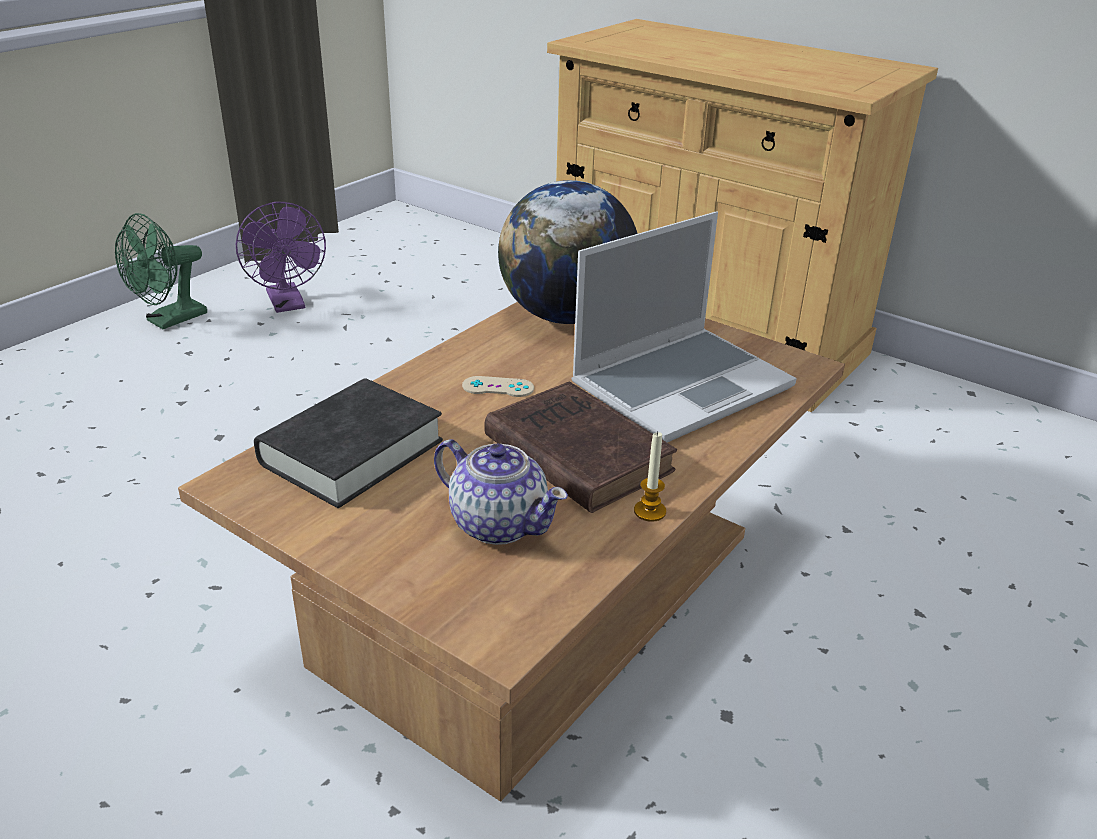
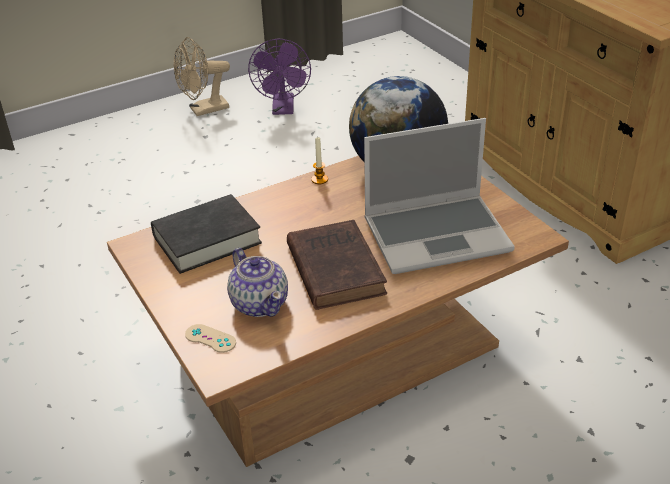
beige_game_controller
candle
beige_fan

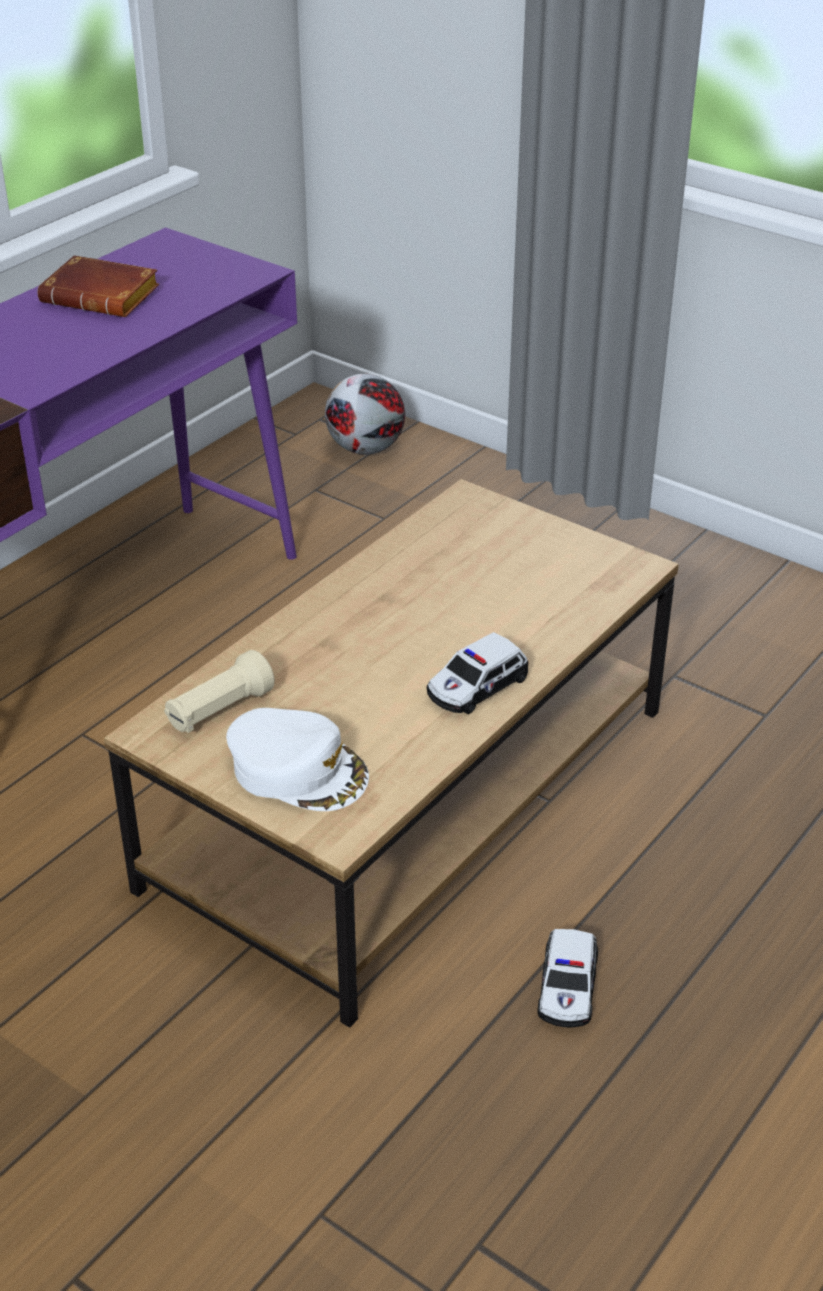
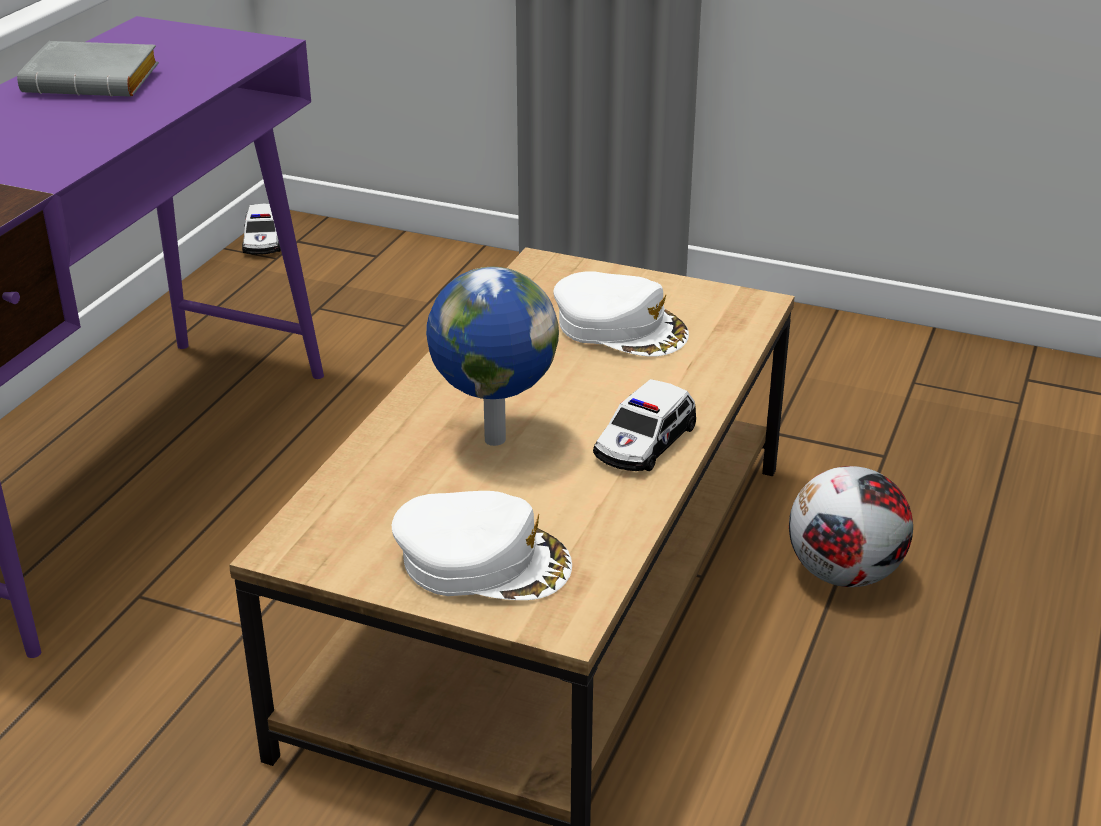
beige_flashlight
globe
white_cap (no. 2 from left)
football
toy_car (no. 1 from left)
grey_book

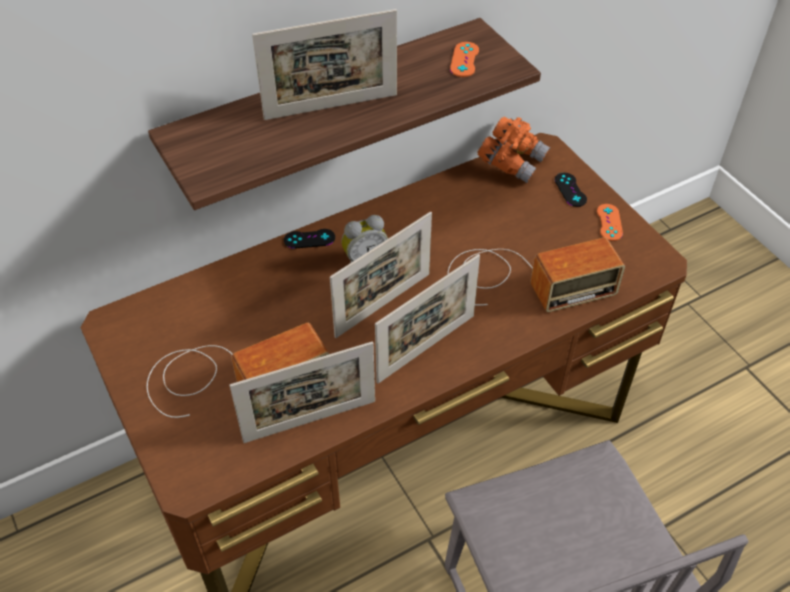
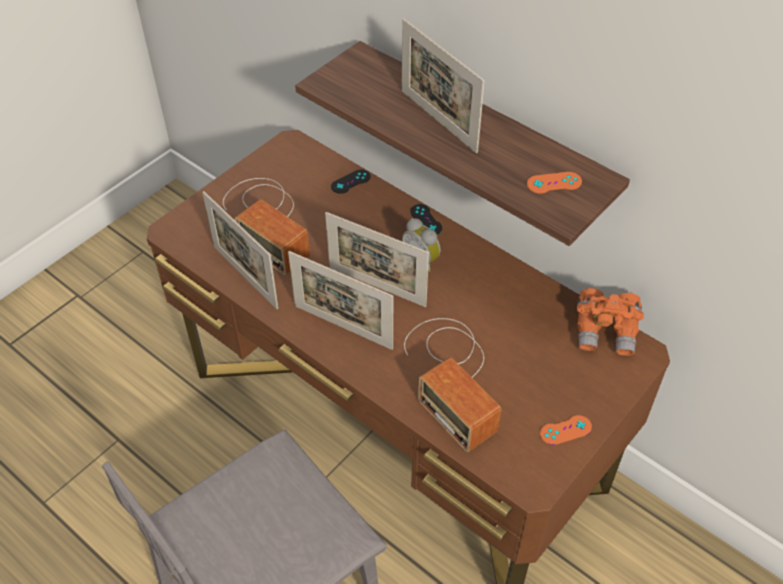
black_game_controller (no. 1 from left)

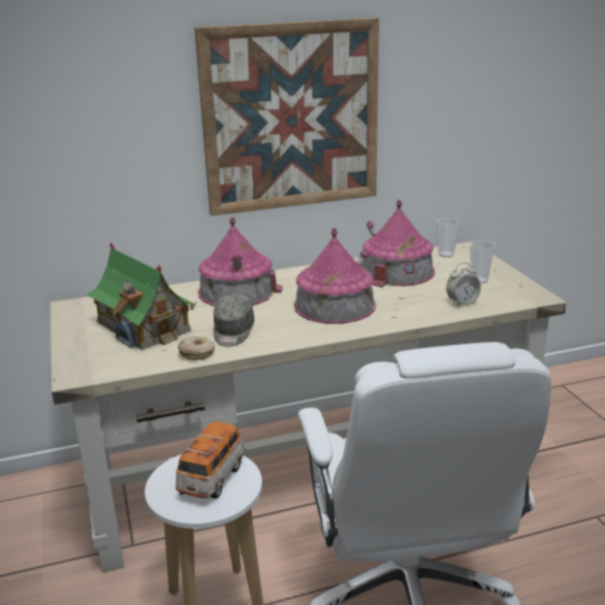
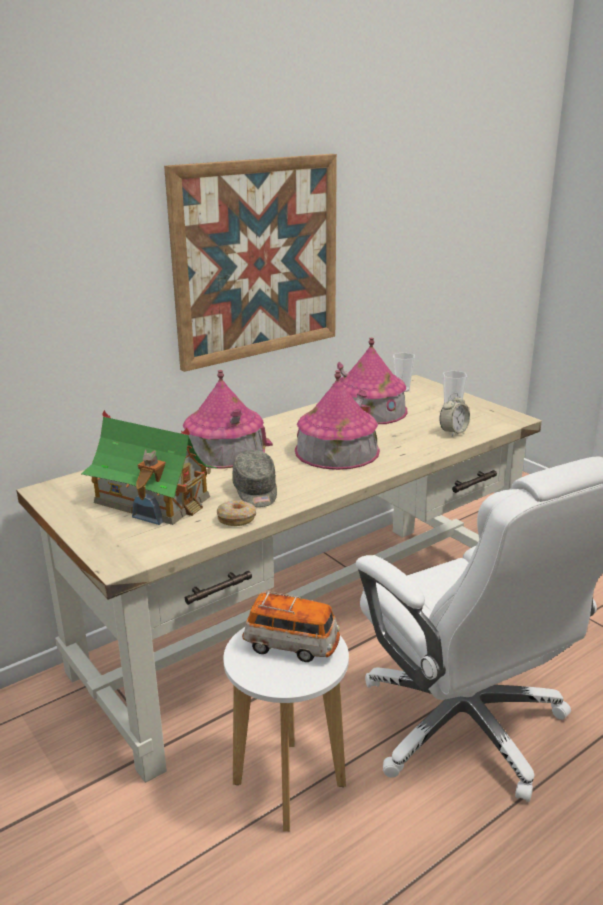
toy_car

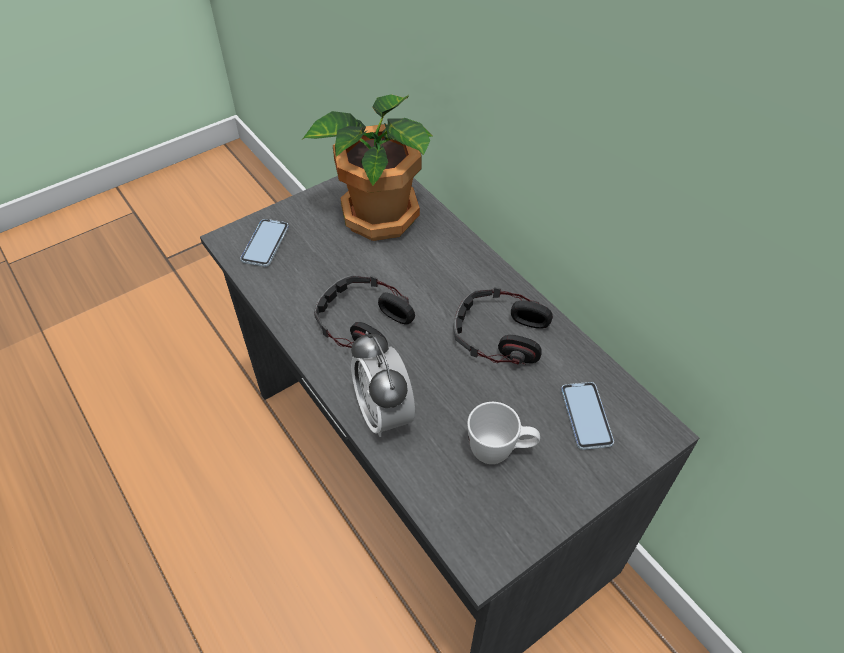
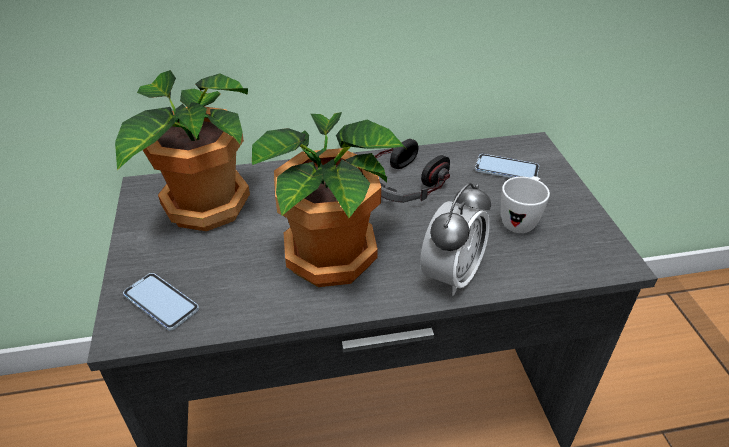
potted_plant (no. 2 from left)
alarm_clock

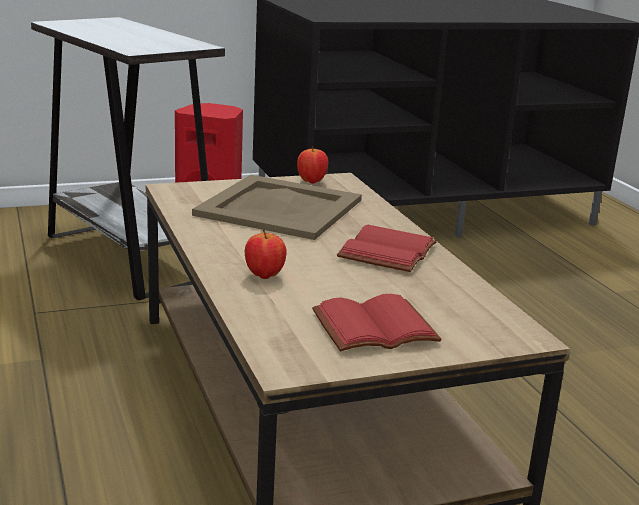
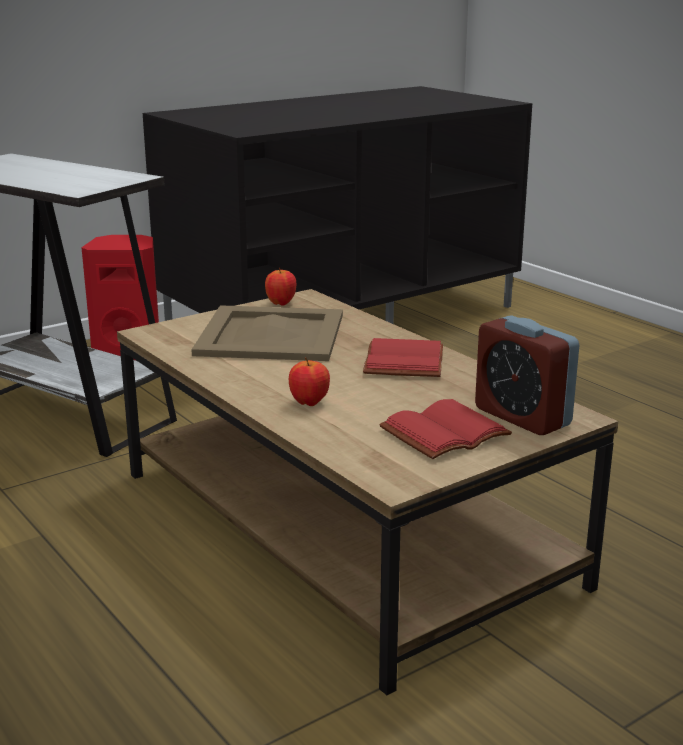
alarm_clock

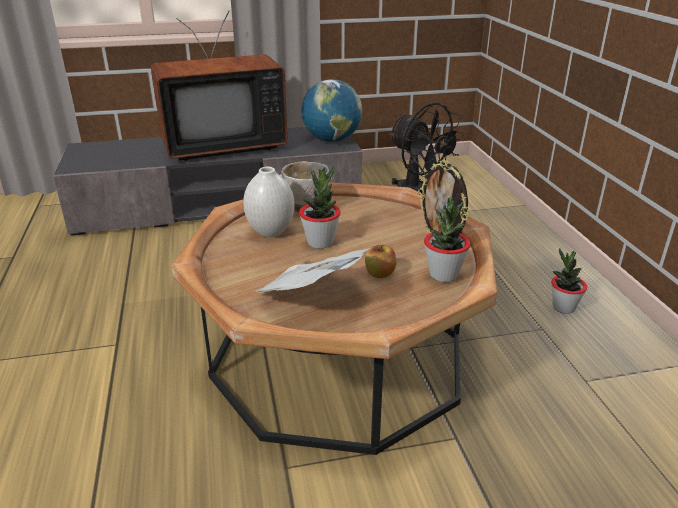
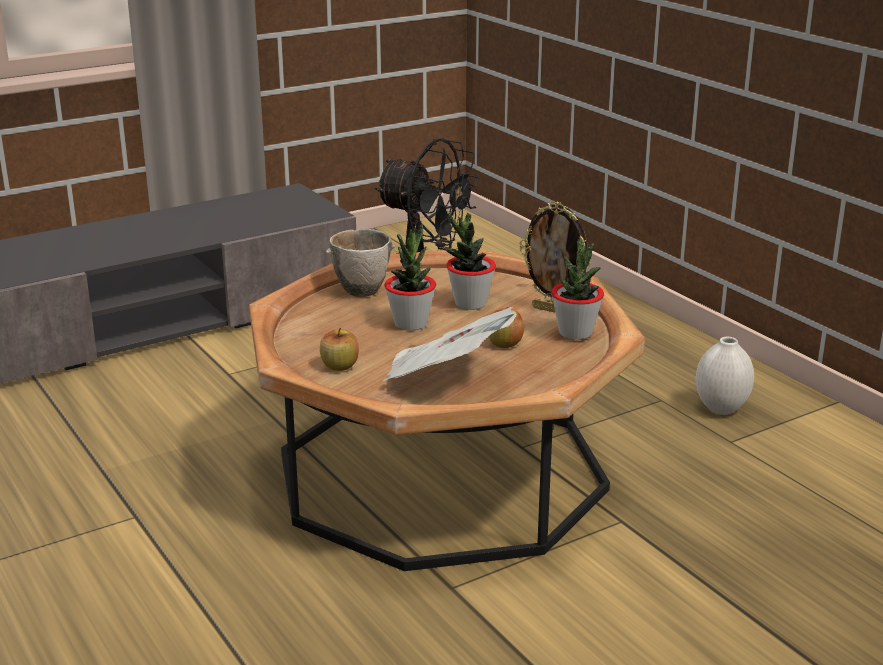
television
globe
apple (no. 1 from left)
white_vase
potted_plant (no. 2 from left)

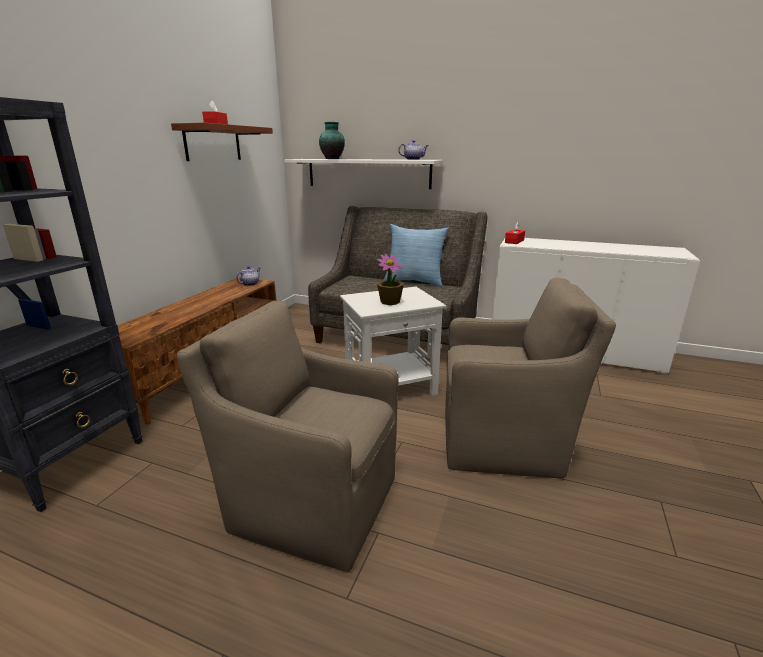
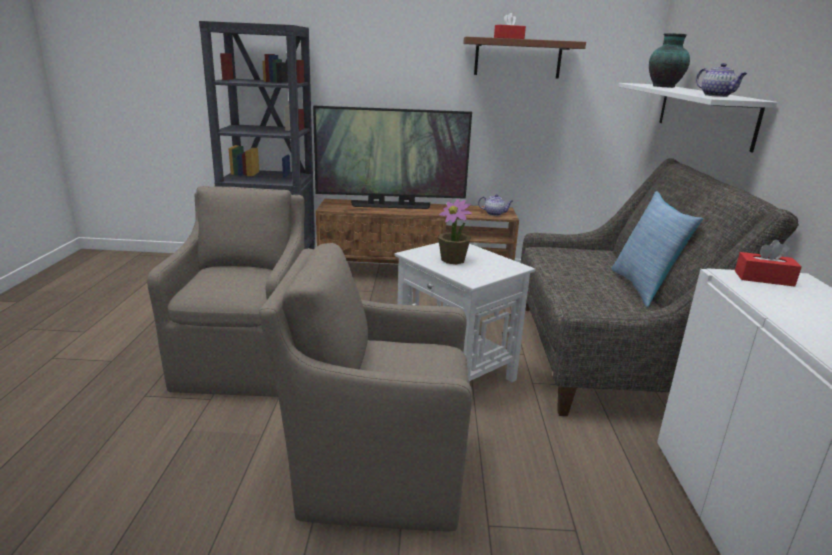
television
brown_armchair (no. 2 from left)

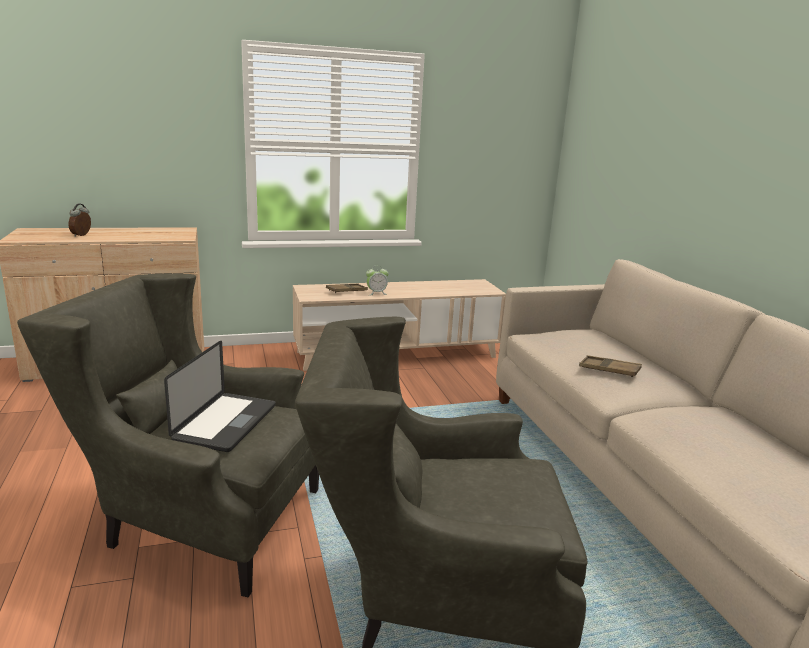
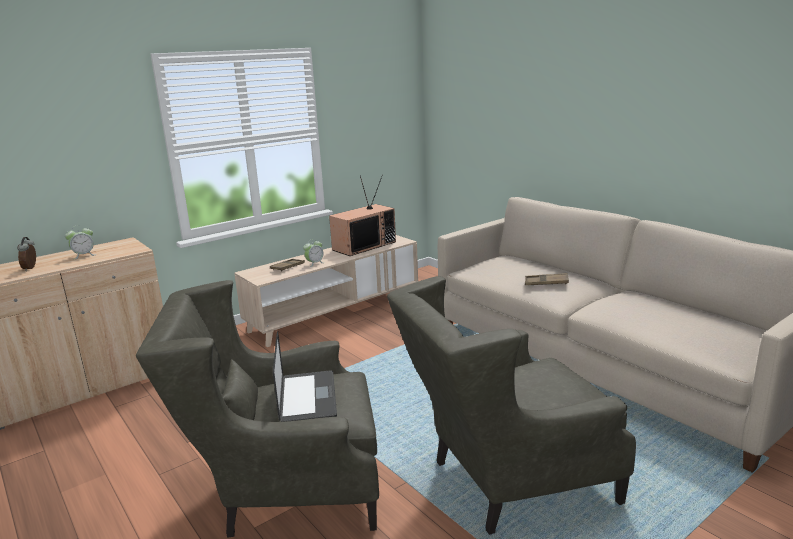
alarm_clock (no. 2 from left)
television

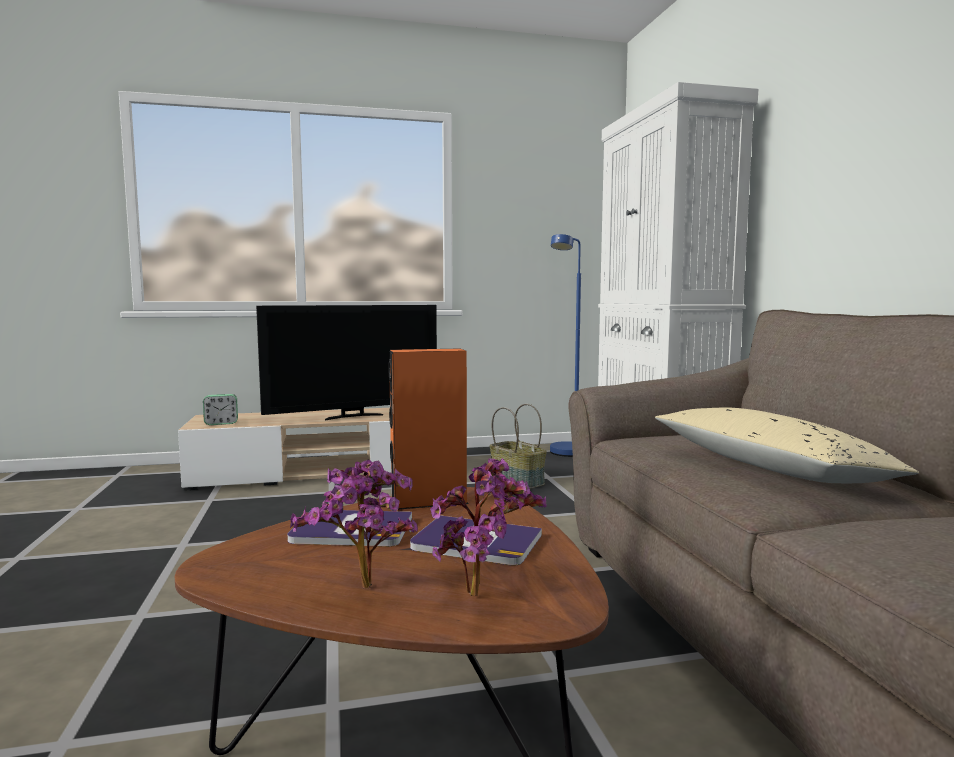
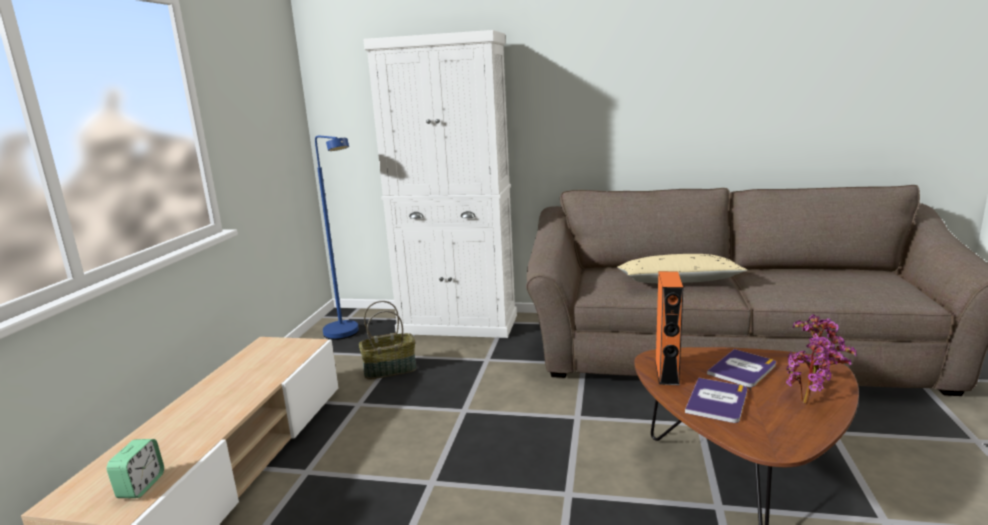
television

